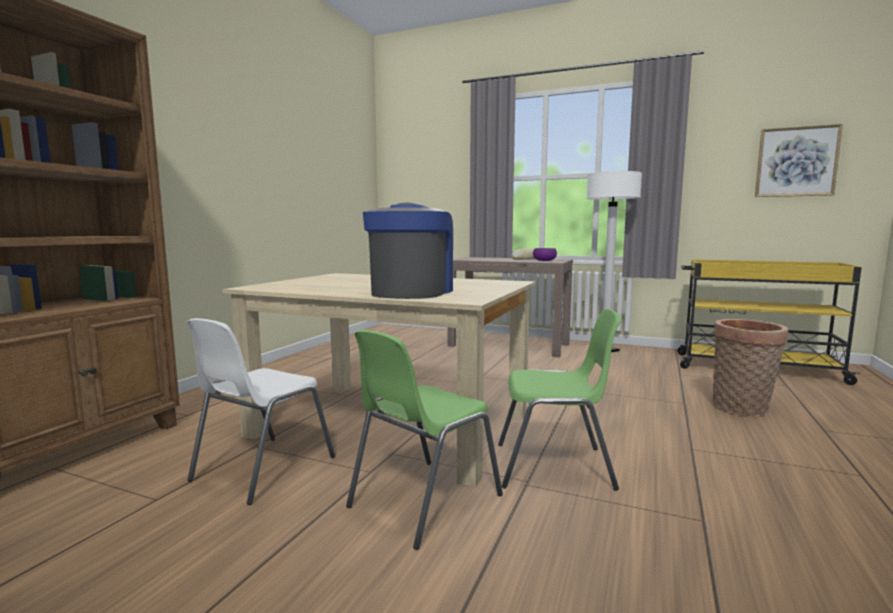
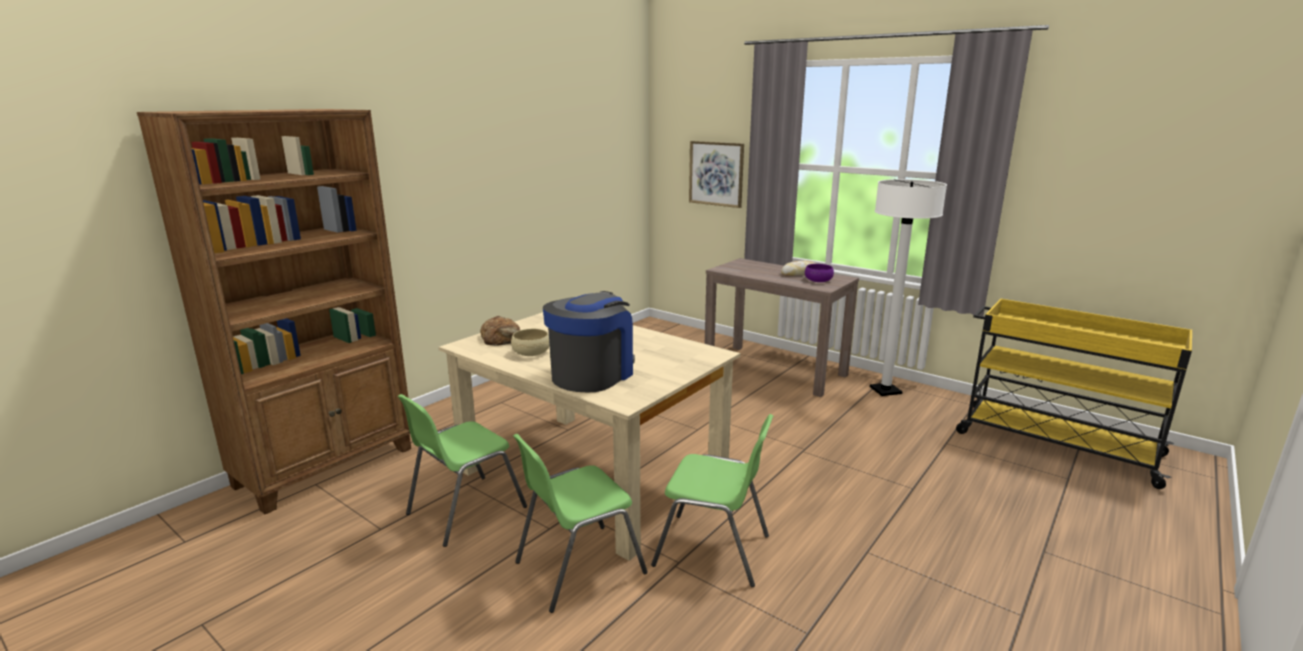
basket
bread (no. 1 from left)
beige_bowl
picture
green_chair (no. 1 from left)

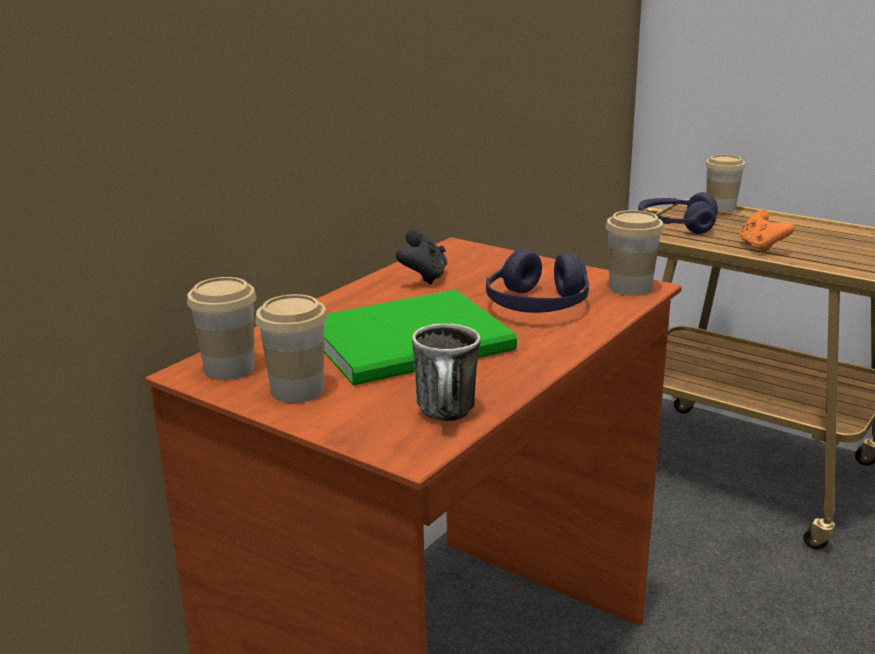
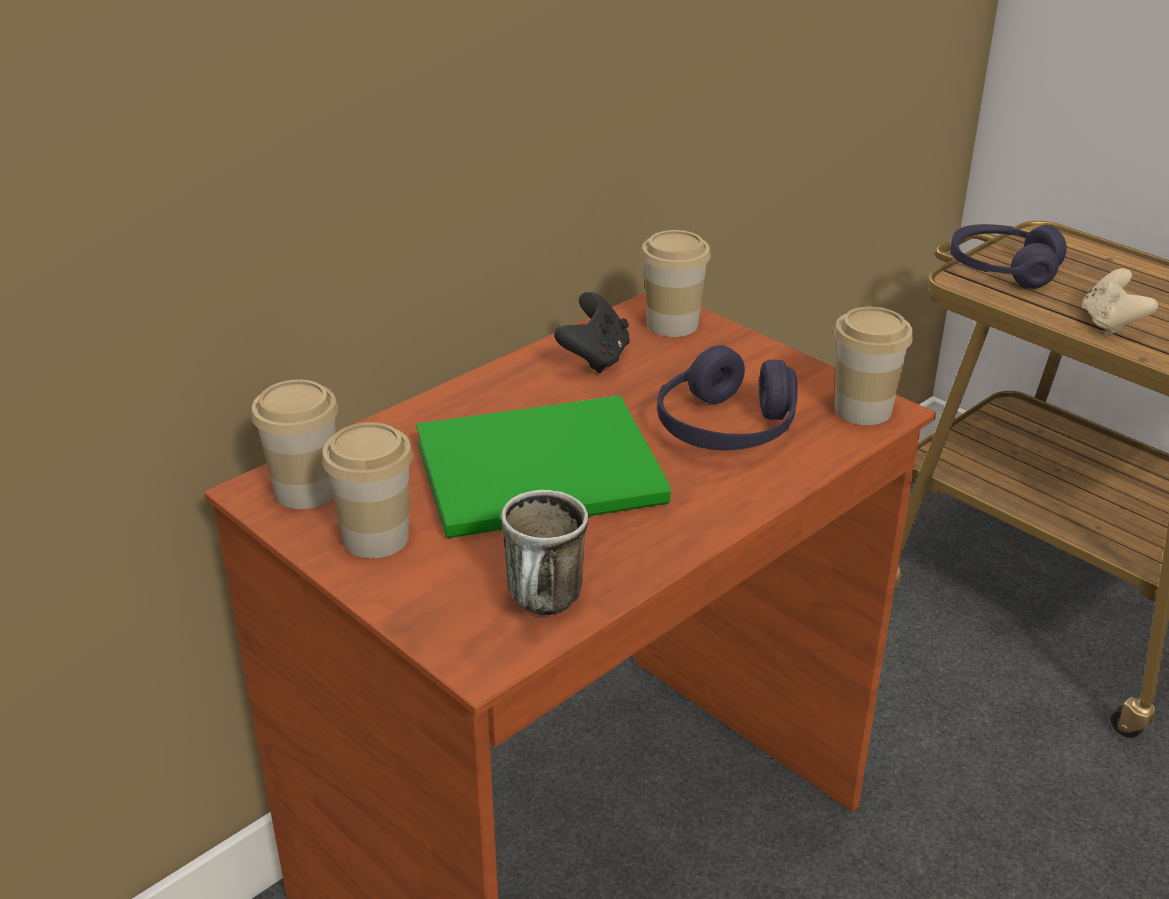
cup (no. 3 from left)
beige_game_controller

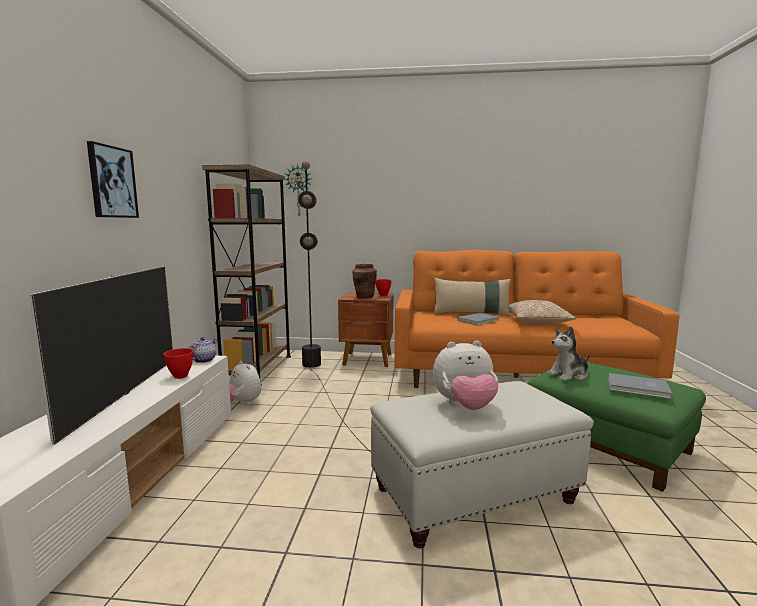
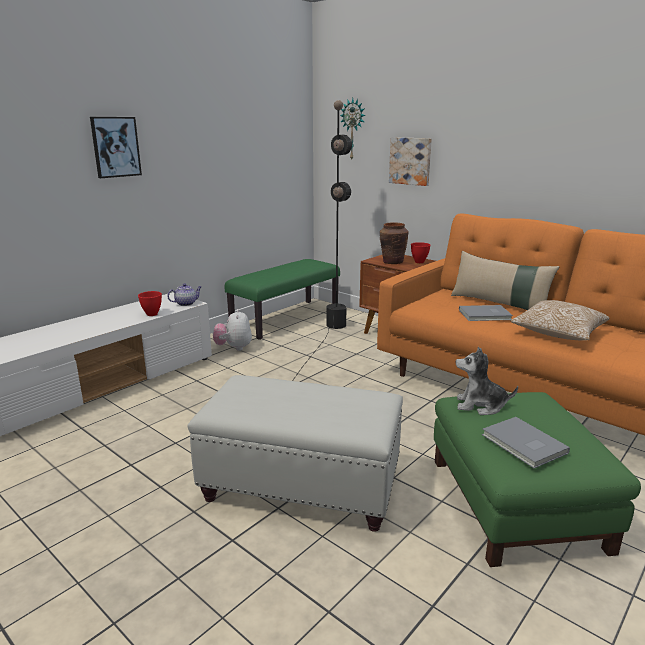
television
plush_toy (no. 2 from left in the first image)
picture (no. 2 from left)
green_bench

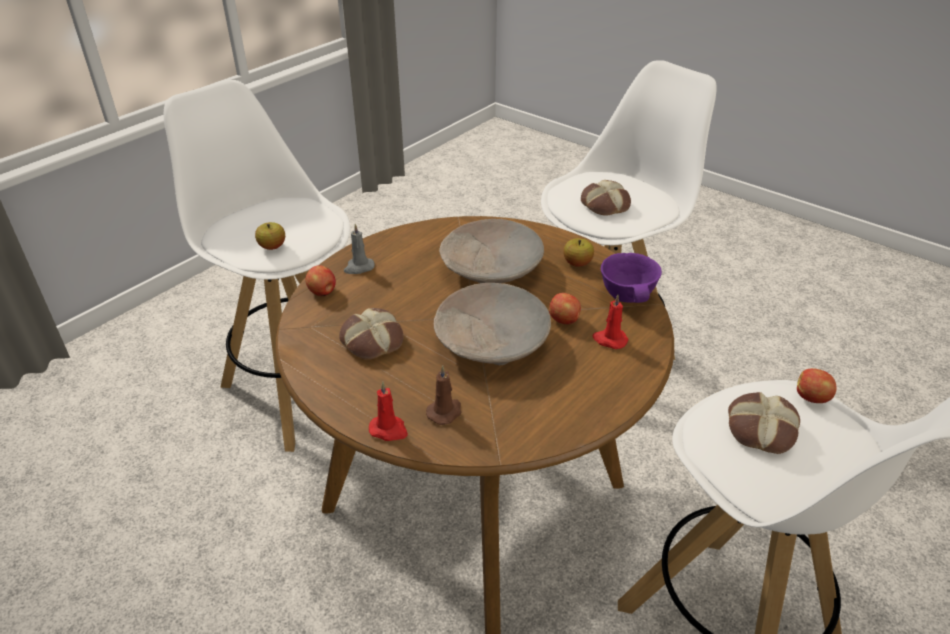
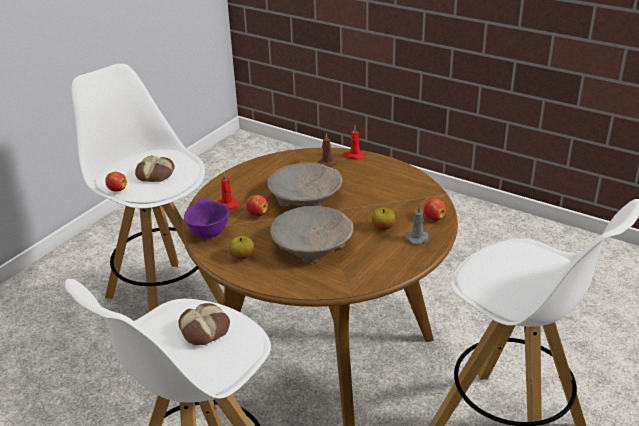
bread (no. 1 from left in the first image)
apple (no. 4 from left)

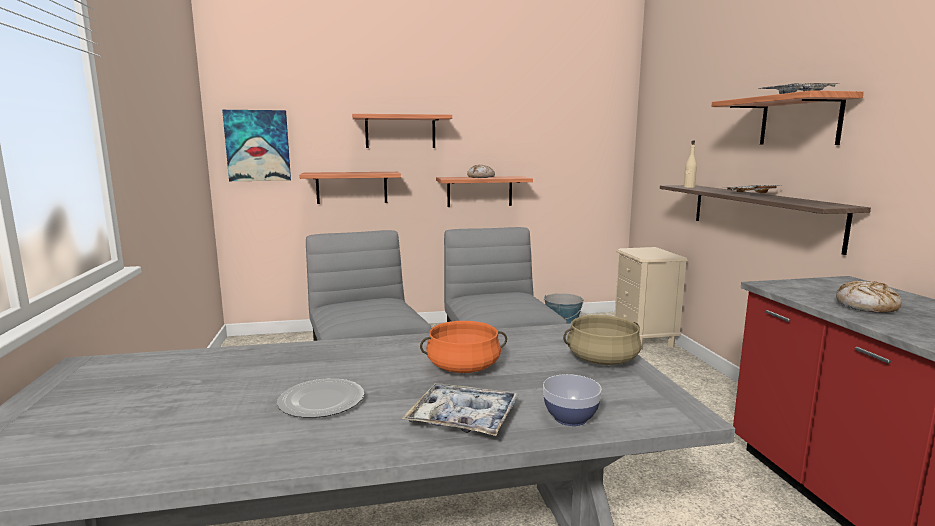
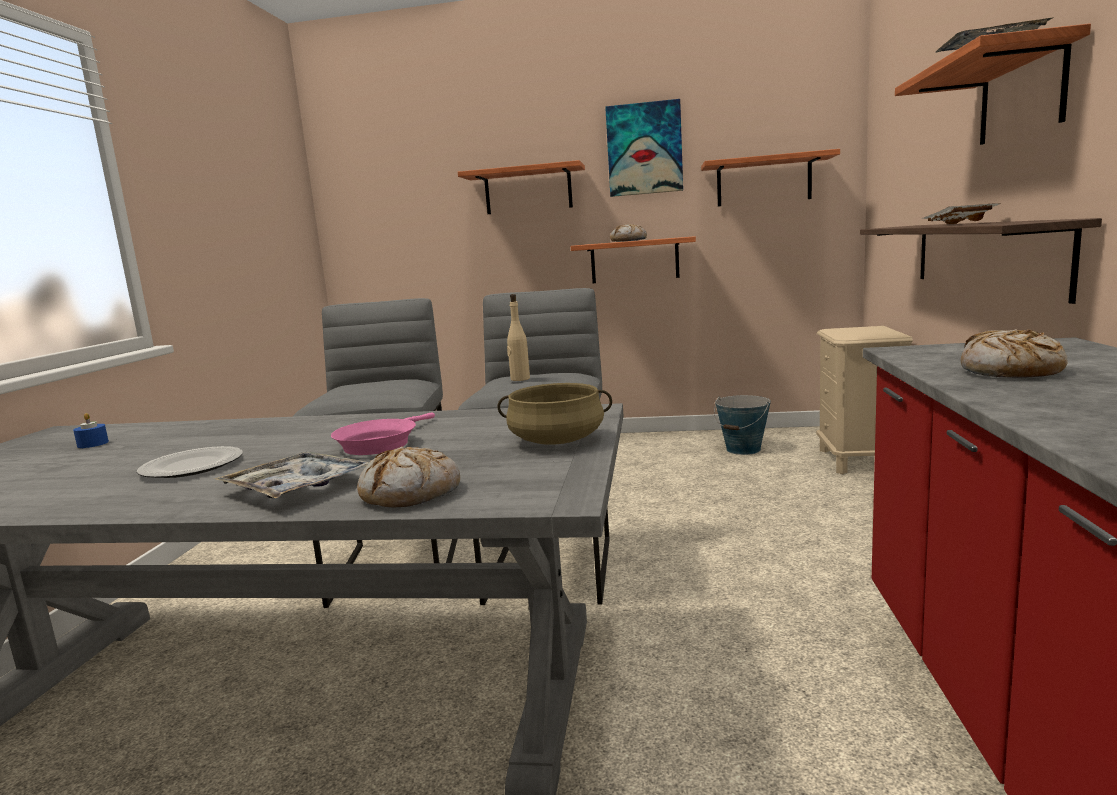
blue_candle
picture
shelf (no. 3 from left)
beige_bottle
pink_frying_pan
bread (no. 1 from left)

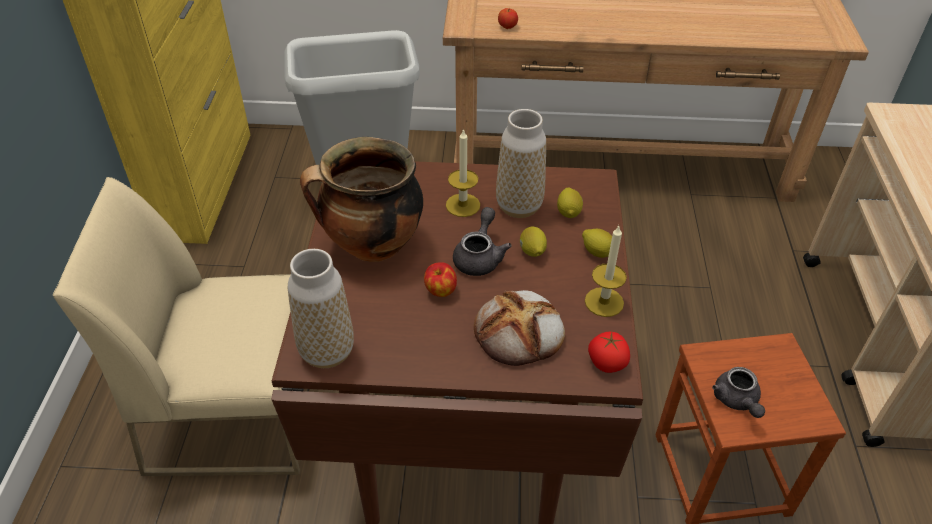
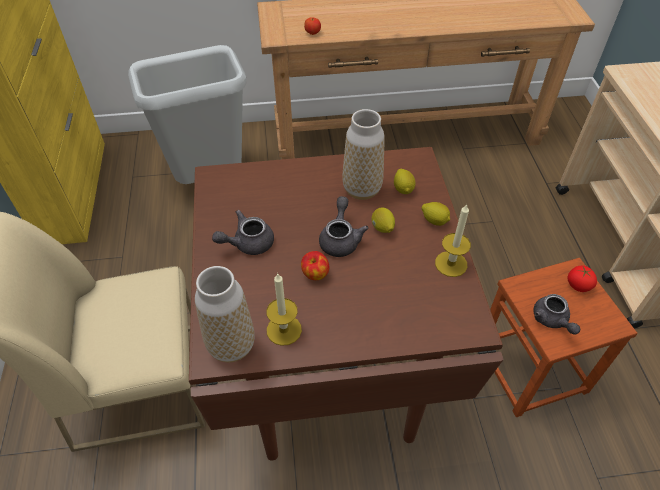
bread
candle (no. 1 from left)
tomato
grey_teapot (no. 1 from left)

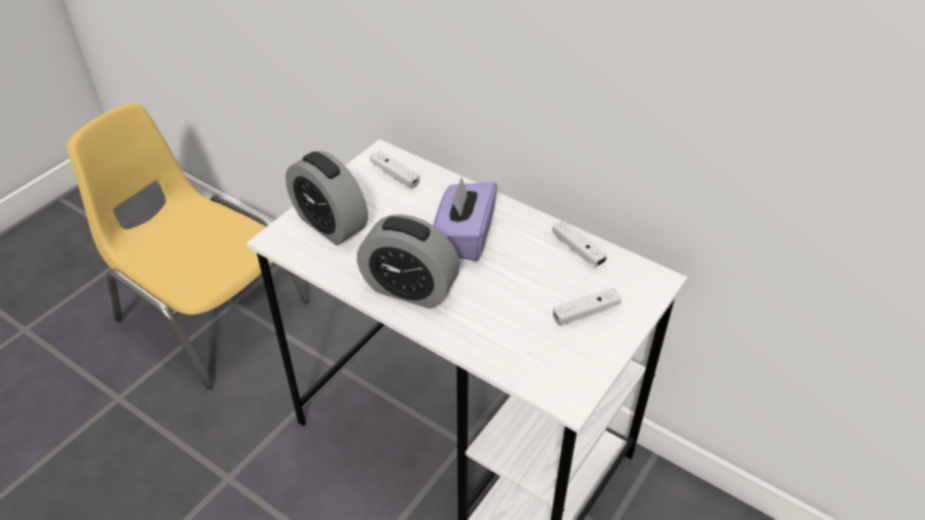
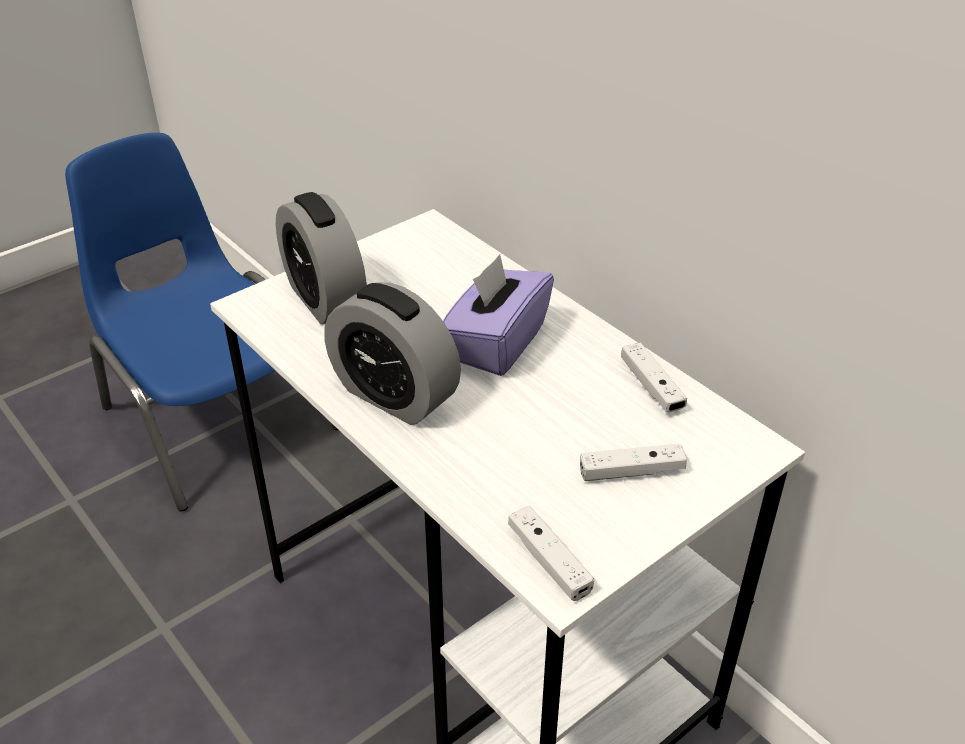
white_game_controller (no. 1 from left)
blue_chair

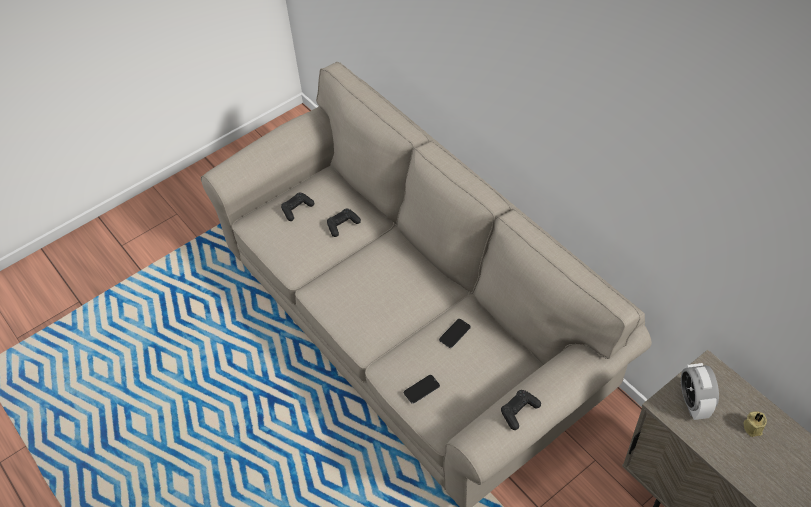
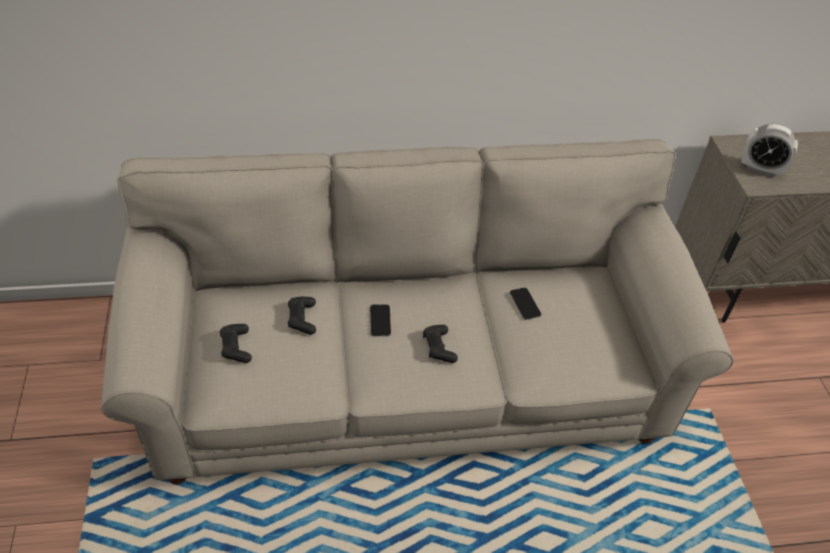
beige_candle
phone (no. 1 from left)
black_game_controller (no. 3 from left)

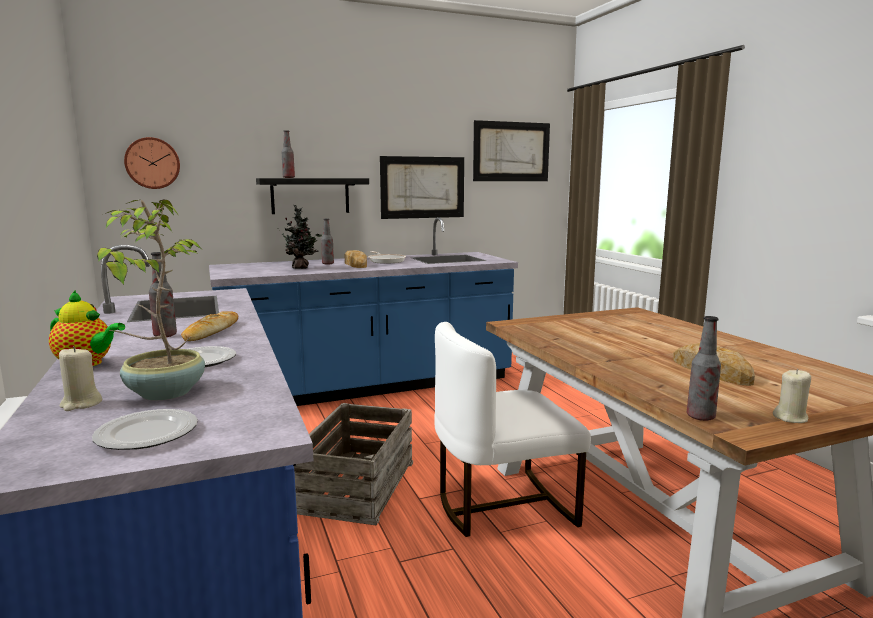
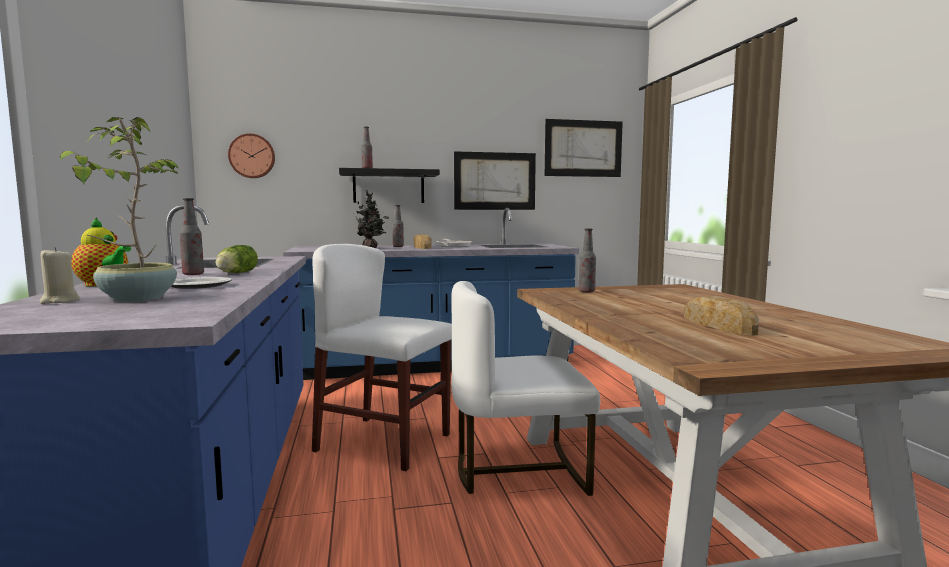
plate (no. 1 from left in the first image)
beige_candle (no. 2 from left in the first image)
bottle (no. 4 from left)
lettuce
white_chair (no. 1 from left)

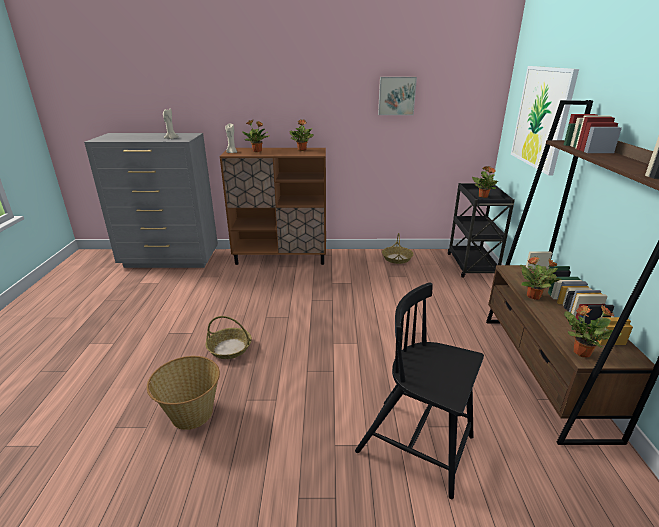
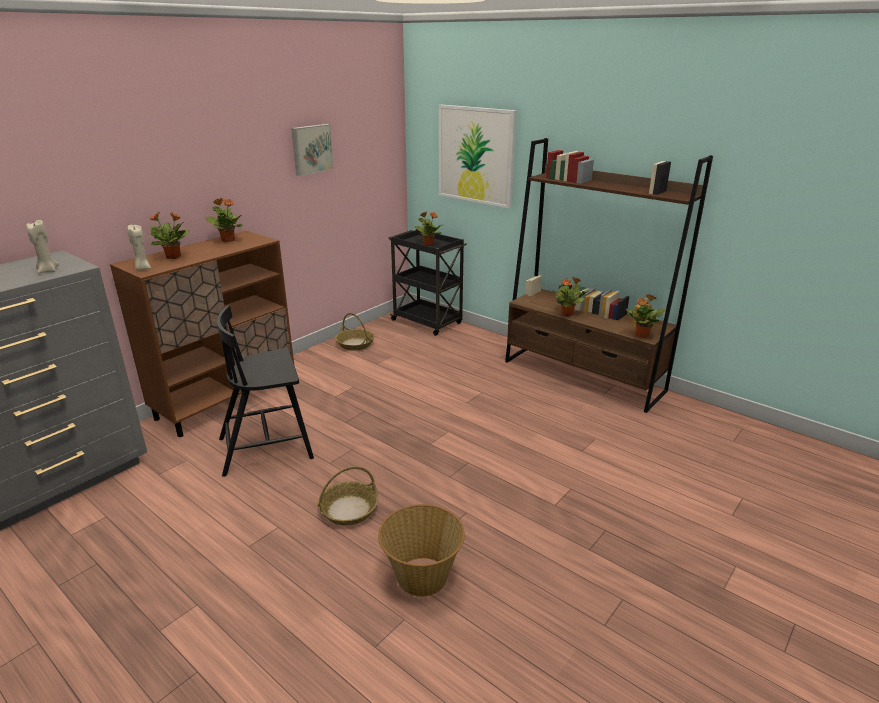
black_chair

